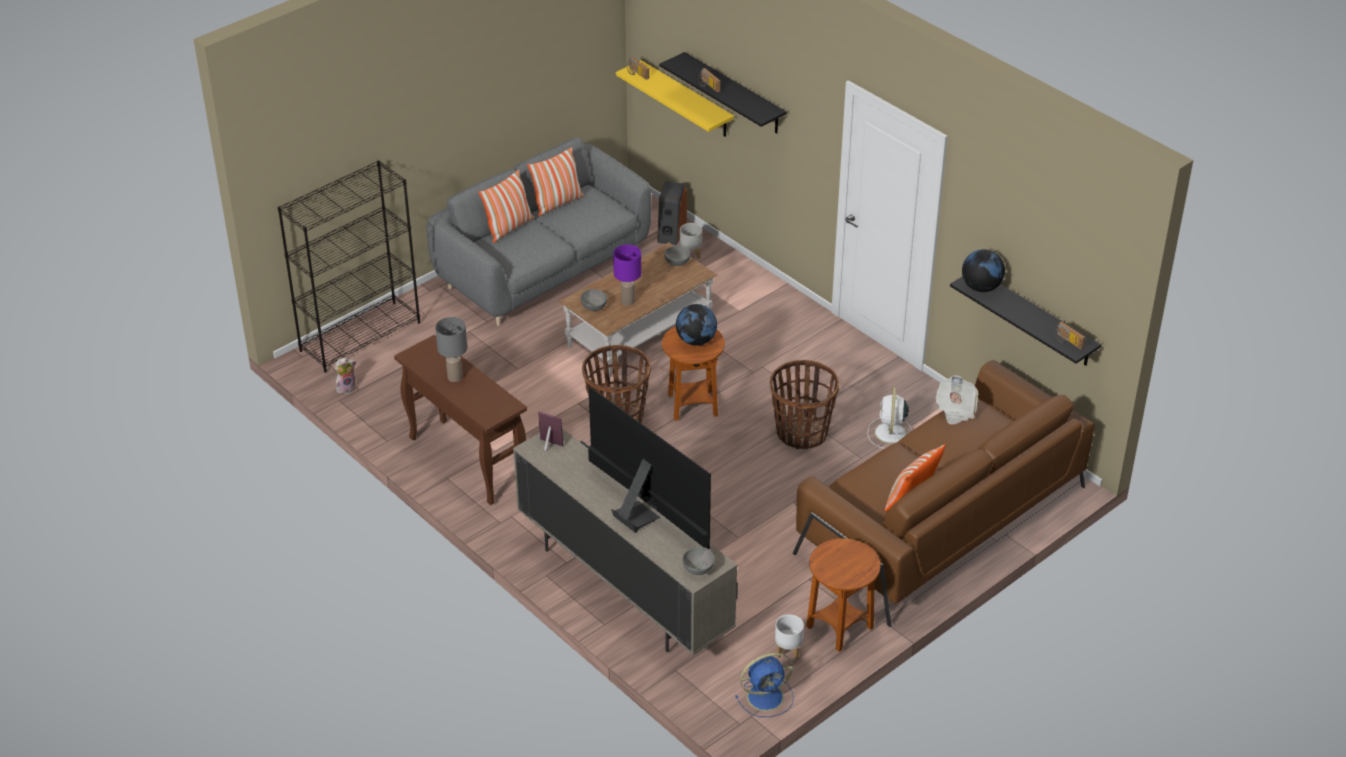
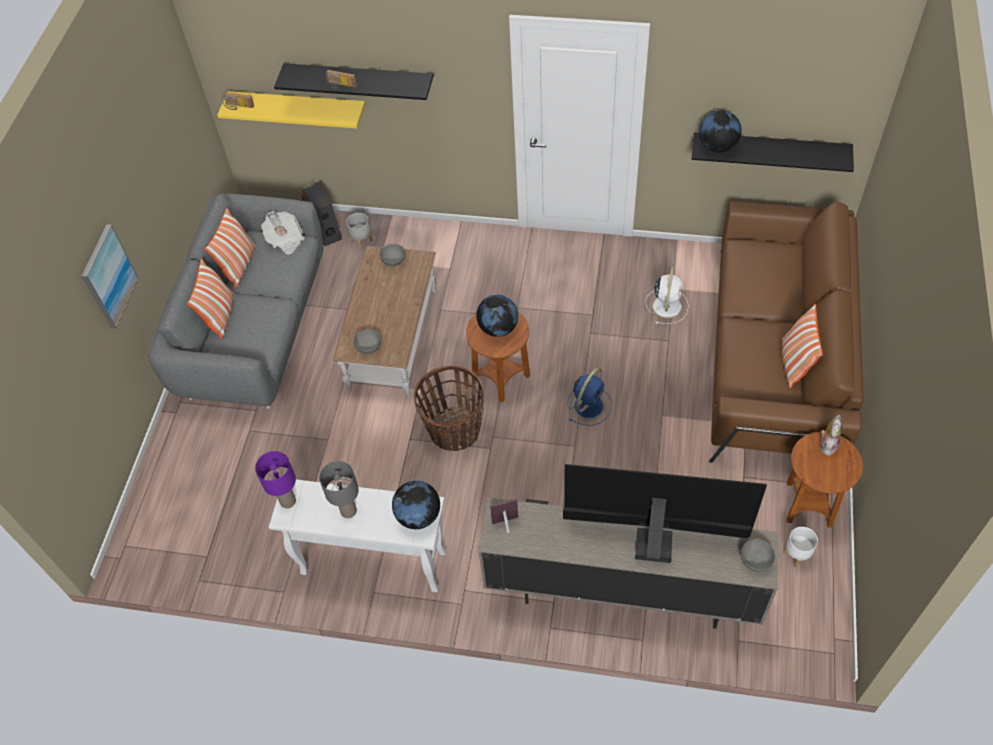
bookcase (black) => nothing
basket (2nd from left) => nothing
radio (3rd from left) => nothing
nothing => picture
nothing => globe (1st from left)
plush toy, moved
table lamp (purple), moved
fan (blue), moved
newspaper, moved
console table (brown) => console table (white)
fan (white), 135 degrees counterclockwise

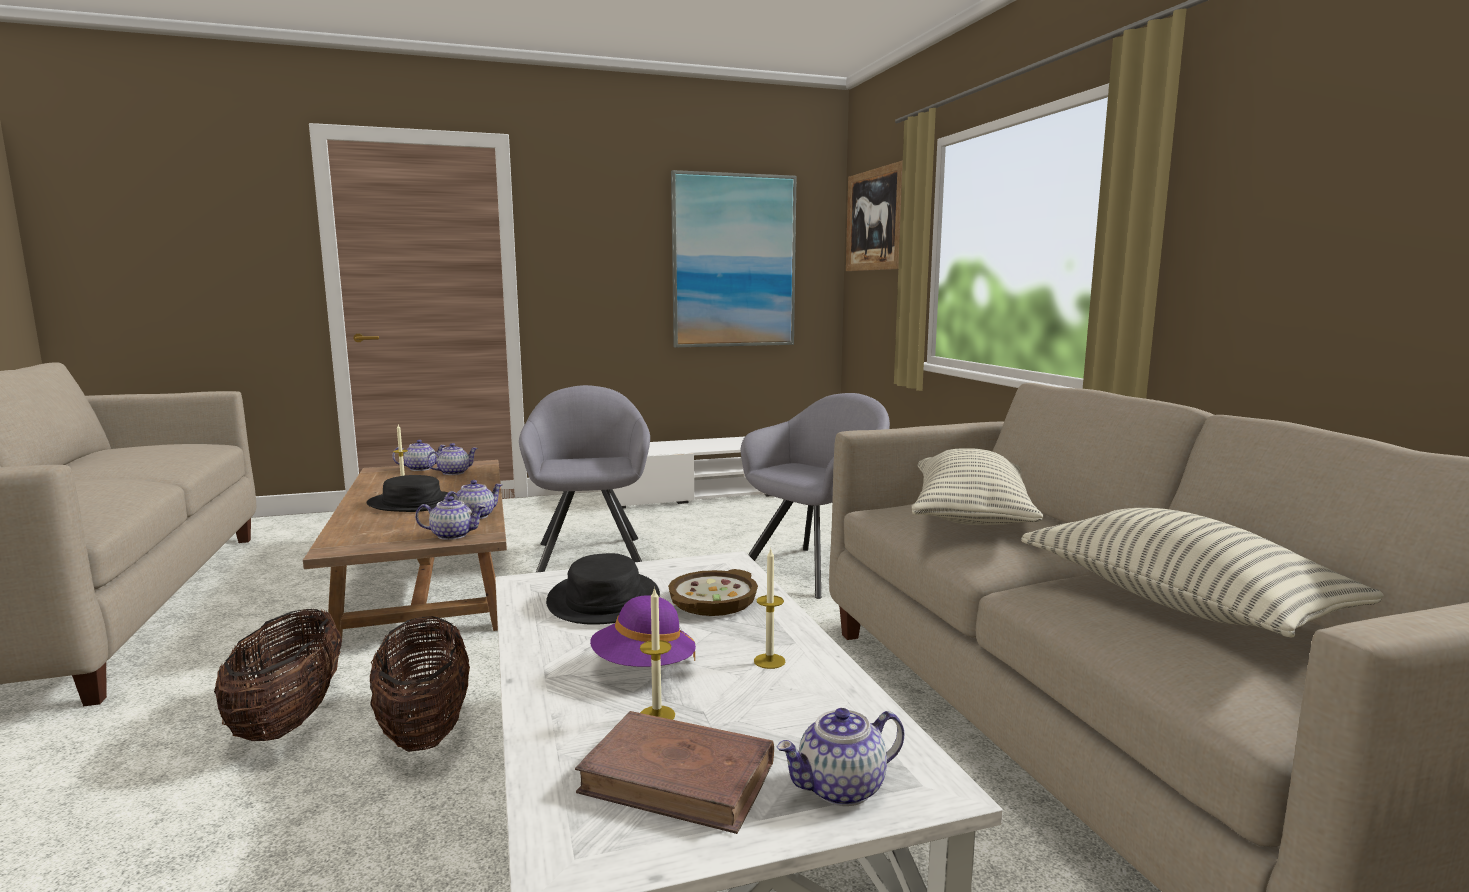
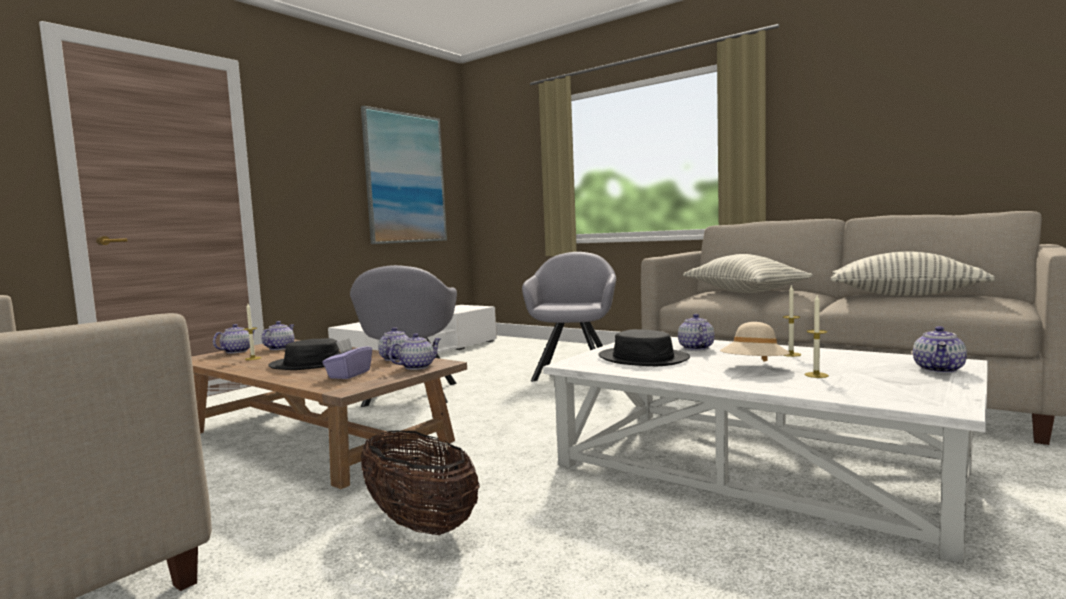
basket (2nd from left) => nothing
book (brown) => nothing
picture (2nd from left) => nothing
nothing => tissue box (purple)
bowl => teapot (5th from left)
hat (purple) => hat (beige)
armchair (grey) (1st from left), 135 degrees counterclockwise

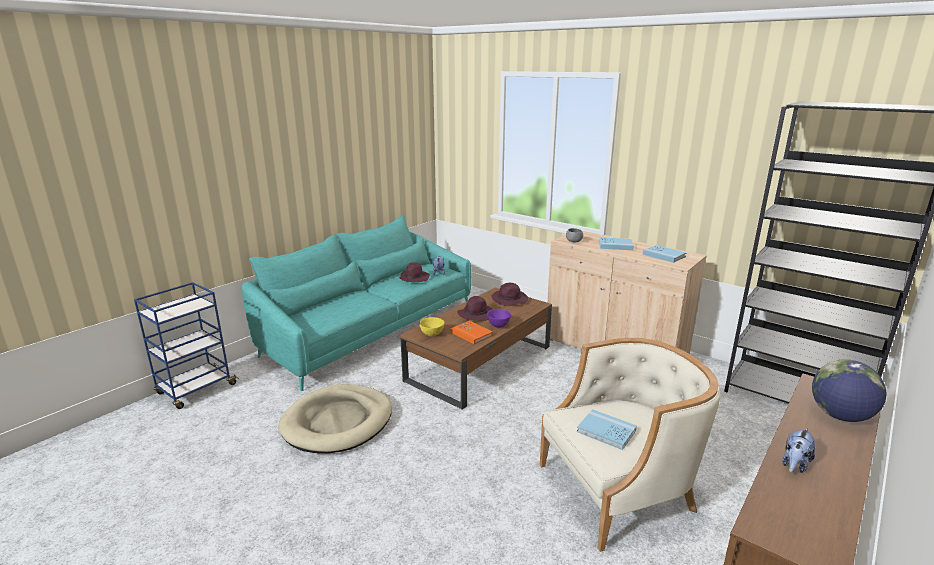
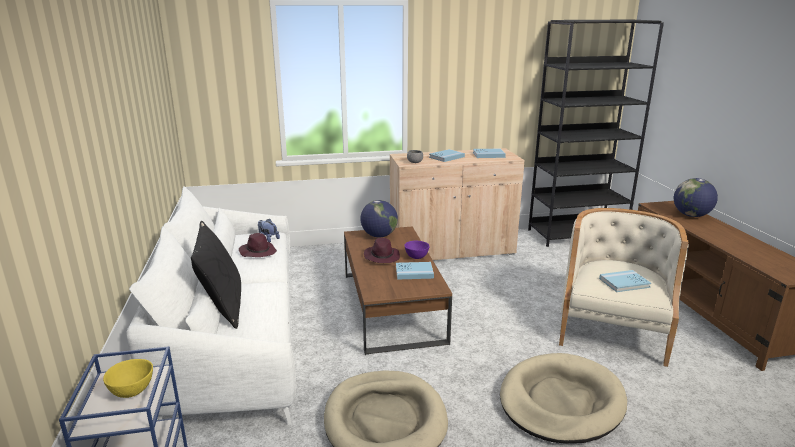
plush toy (2nd from left) => nothing
nothing => pillow (black)
nothing => dog bed (beige) (2nd from left)
bowl (yellow), moved
hat (purple) (3rd from left) => globe (1st from left)
sofa (turquoise) => sofa (white)
book (orange) => book (blue) (1st from left)

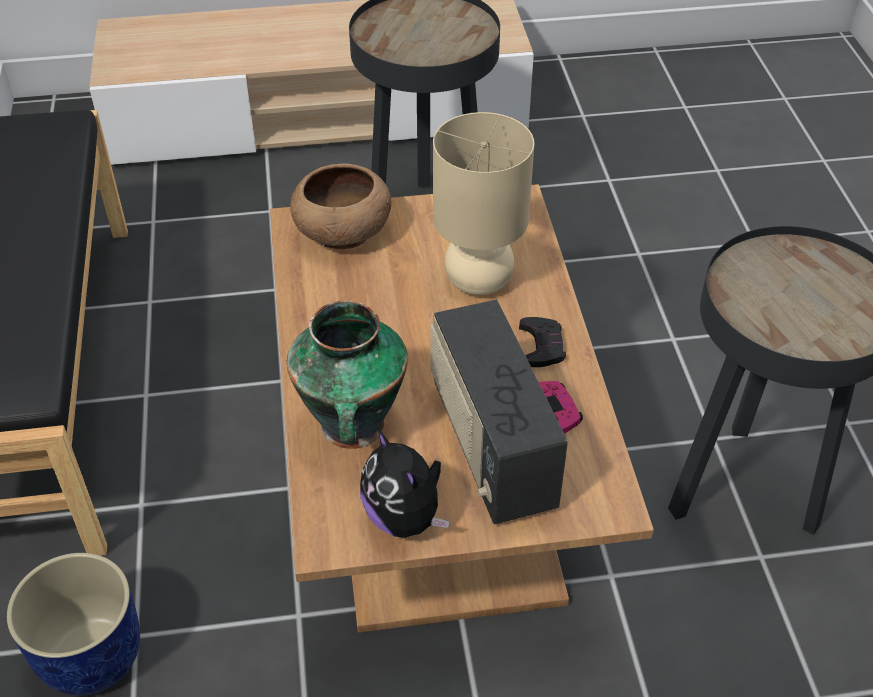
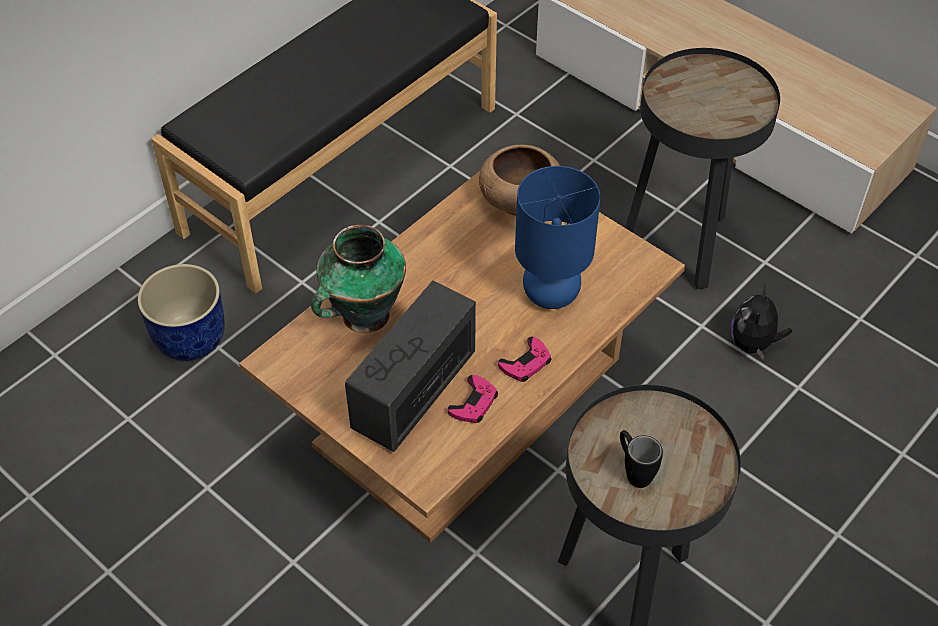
nothing => mug (black)
plush toy, moved
table lamp (beige) => table lamp (blue)
game controller (black) => game controller (pink) (2nd from left)

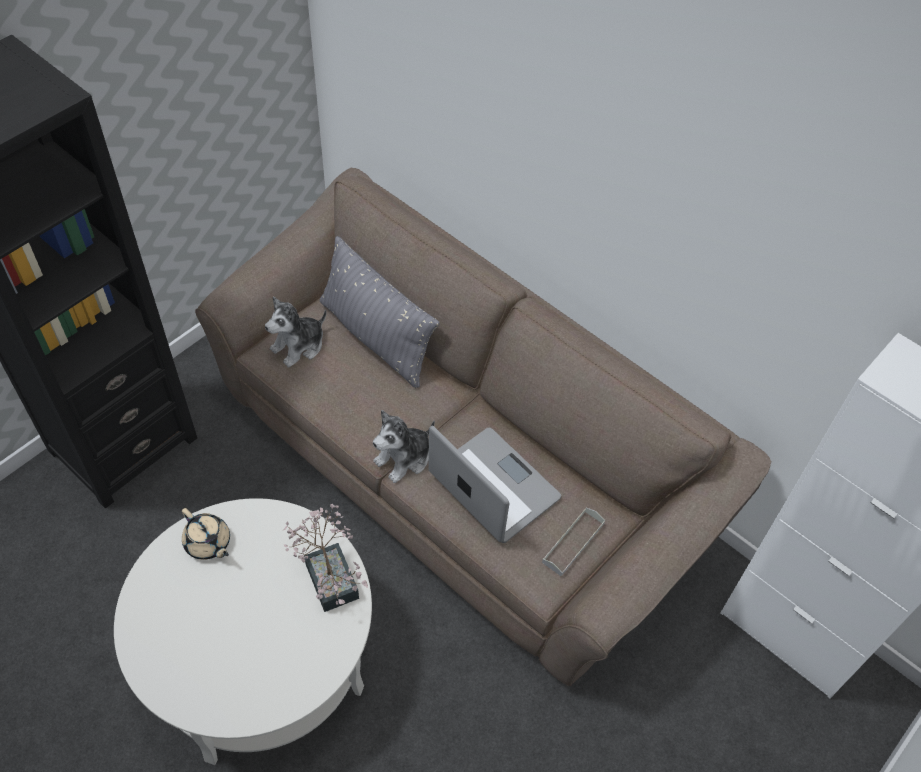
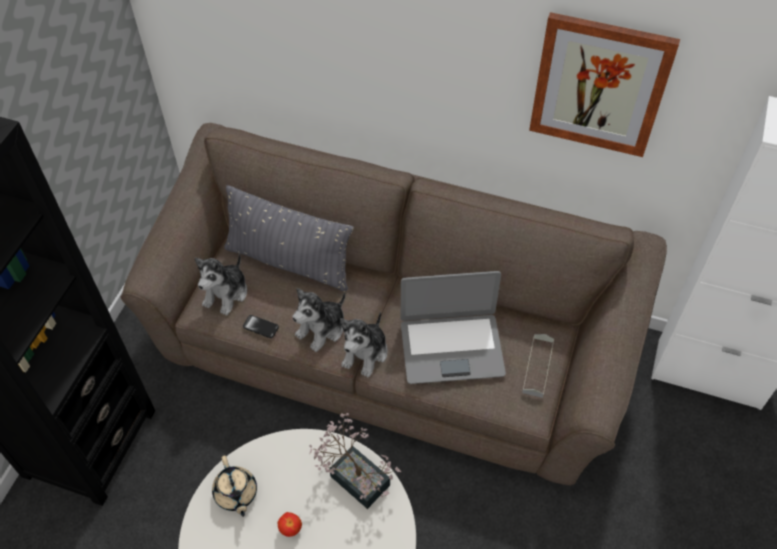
nothing => phone
nothing => apple
nothing => plush toy (2nd from left)
nothing => picture
teapot (beige), 45 degrees clockwise
laptop, 150 degrees clockwise

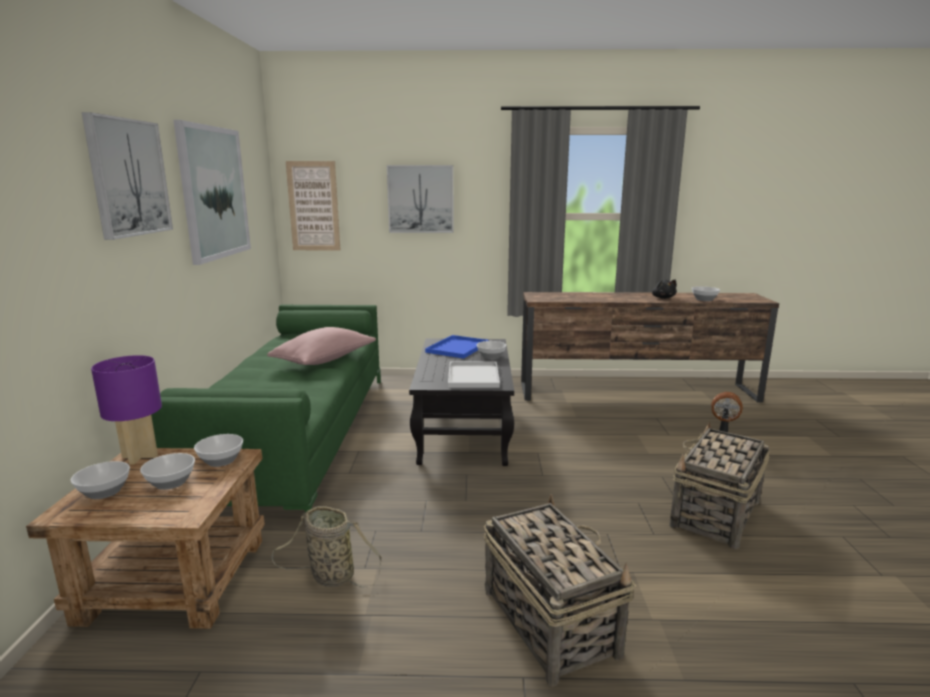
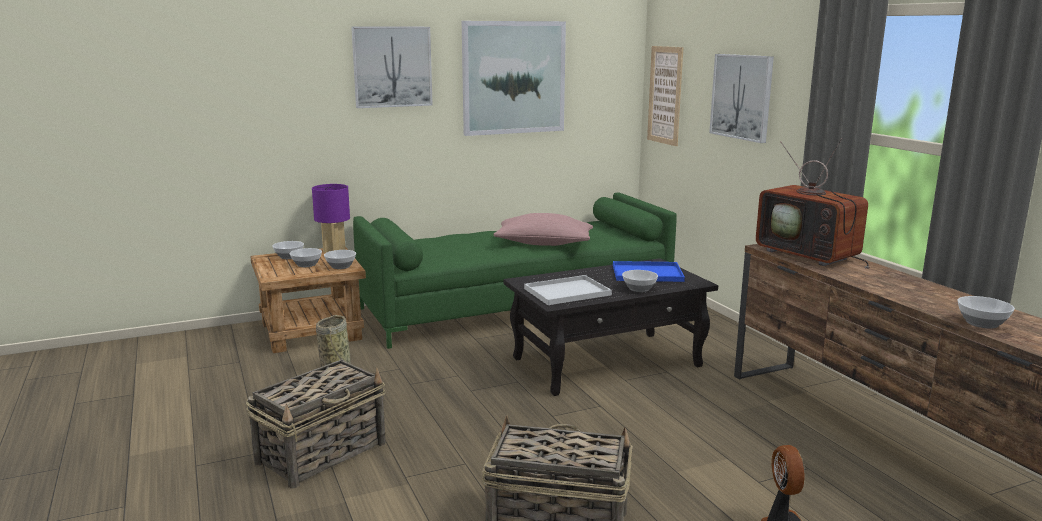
plush toy (black) => nothing
nothing => television

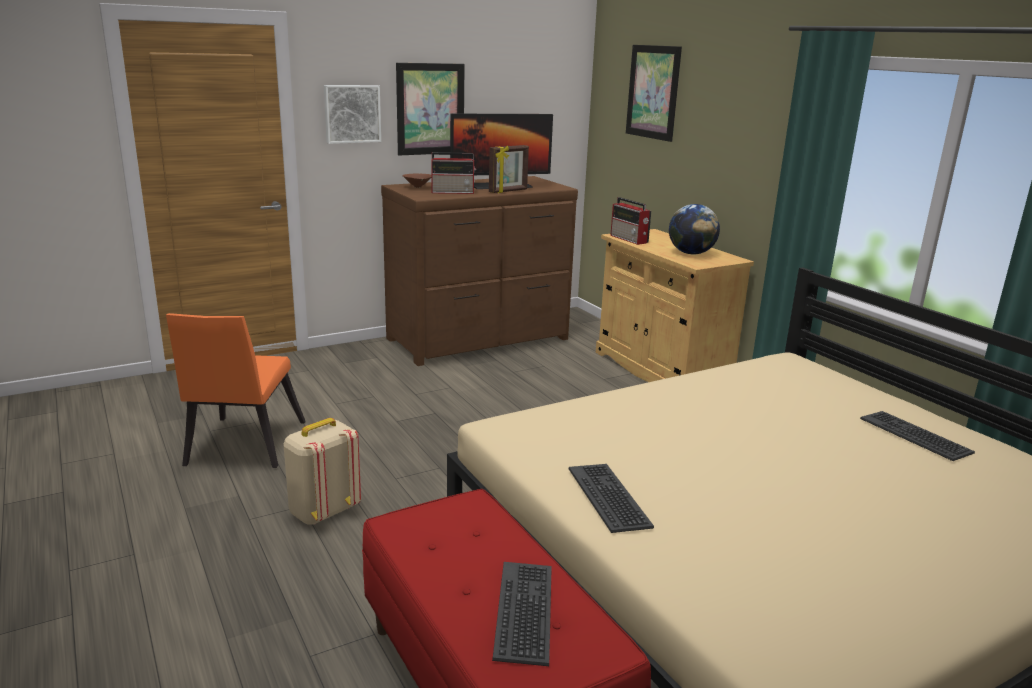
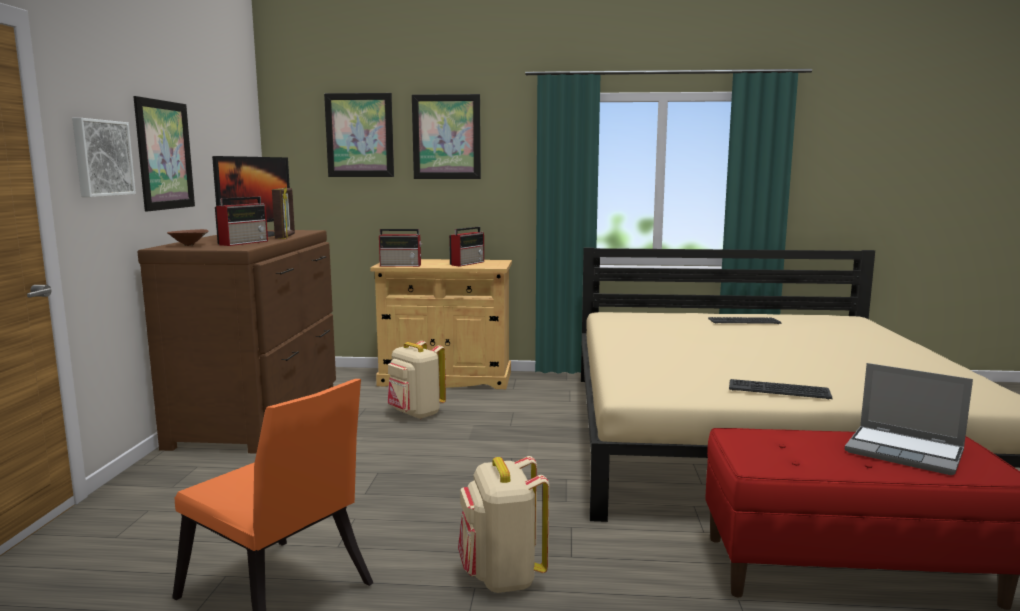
nothing => backpack (beige) (1st from left)
nothing => picture (4th from left)
keyboard (1st from left) => laptop
globe => radio (3rd from left)

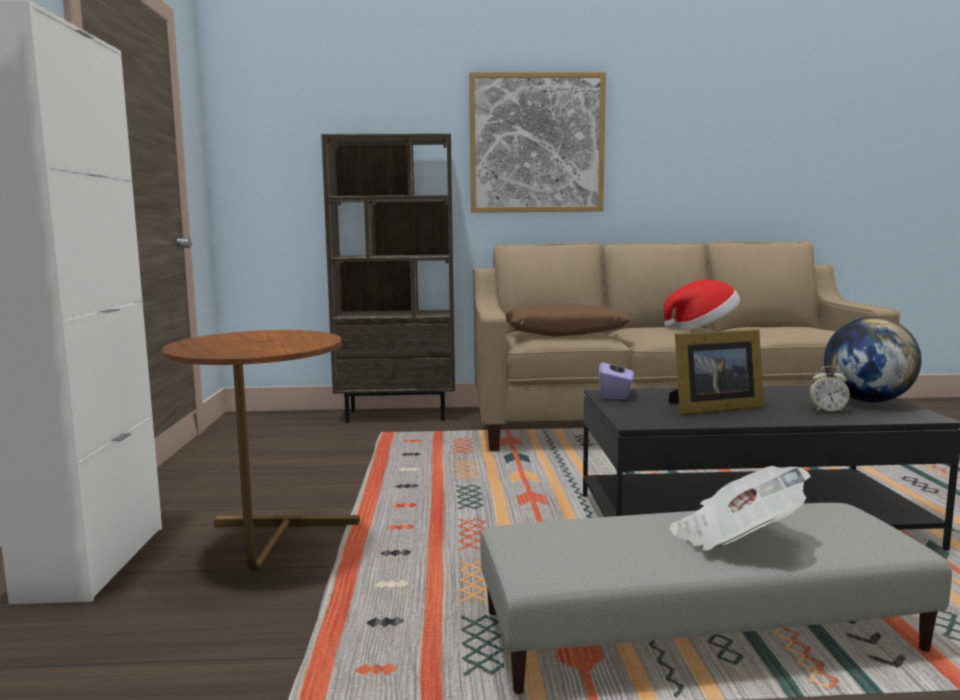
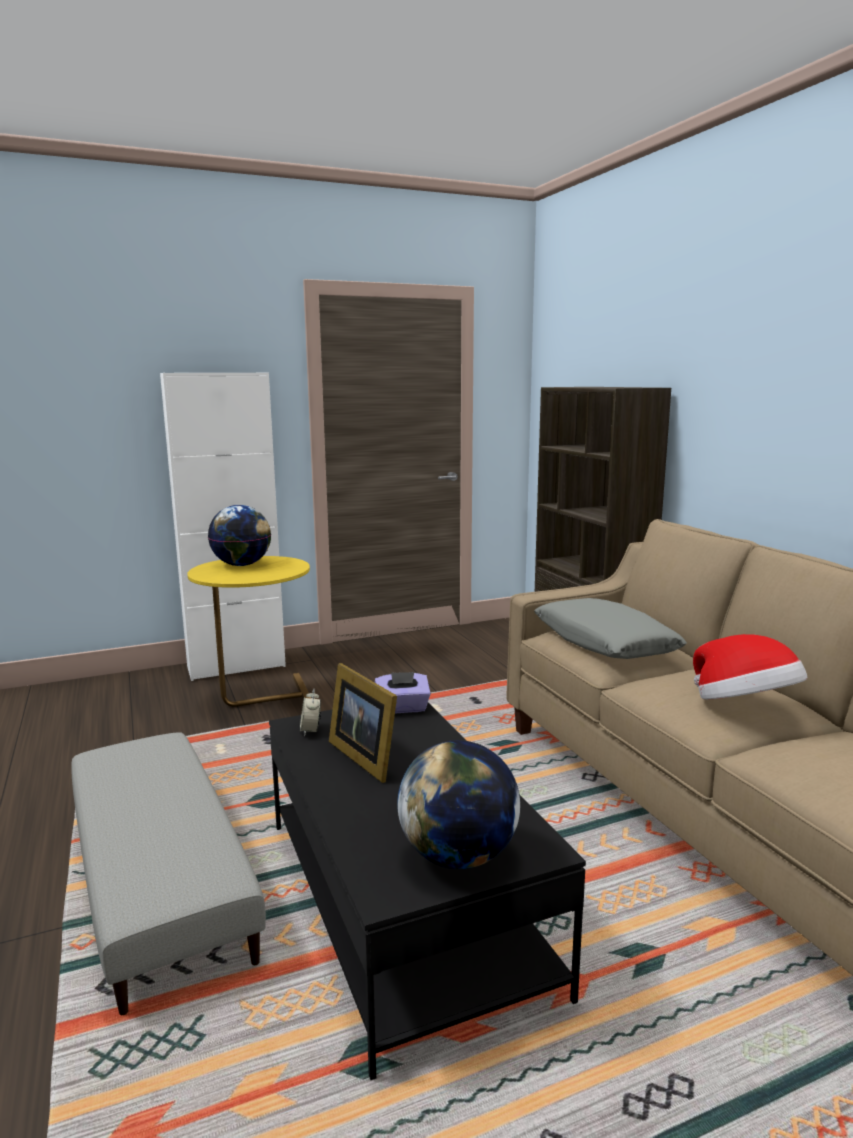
picture => nothing
newspaper => nothing
nothing => globe (1st from left)
alarm clock, moved
side table (brown) => side table (yellow)
pillow (brown) => pillow (grey)

